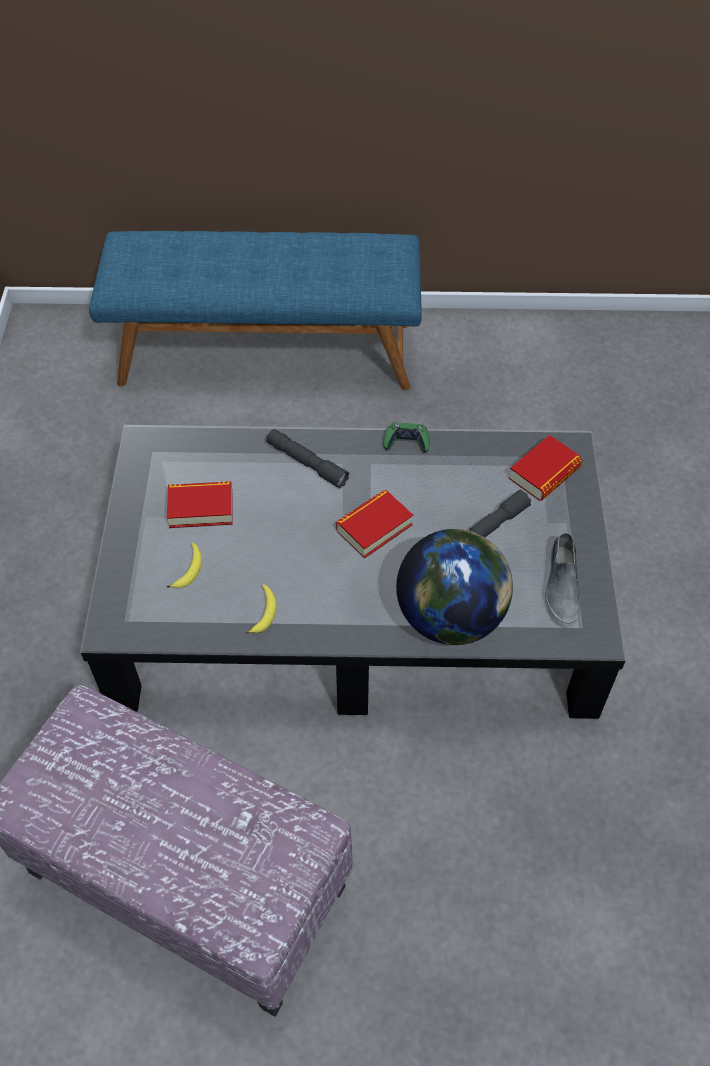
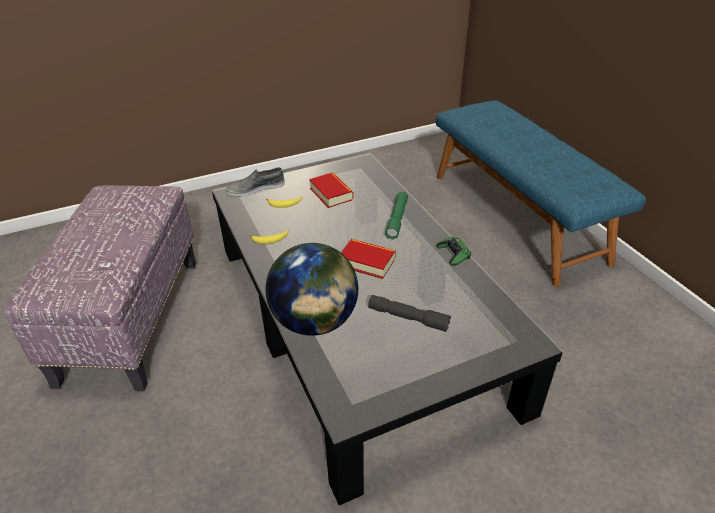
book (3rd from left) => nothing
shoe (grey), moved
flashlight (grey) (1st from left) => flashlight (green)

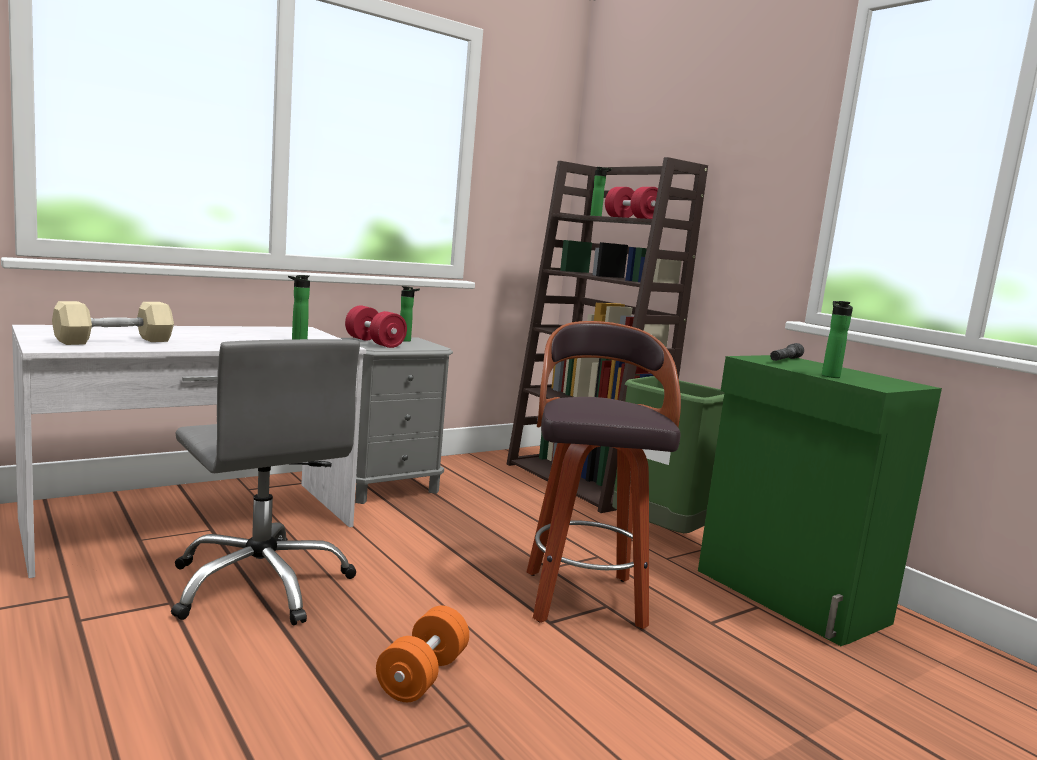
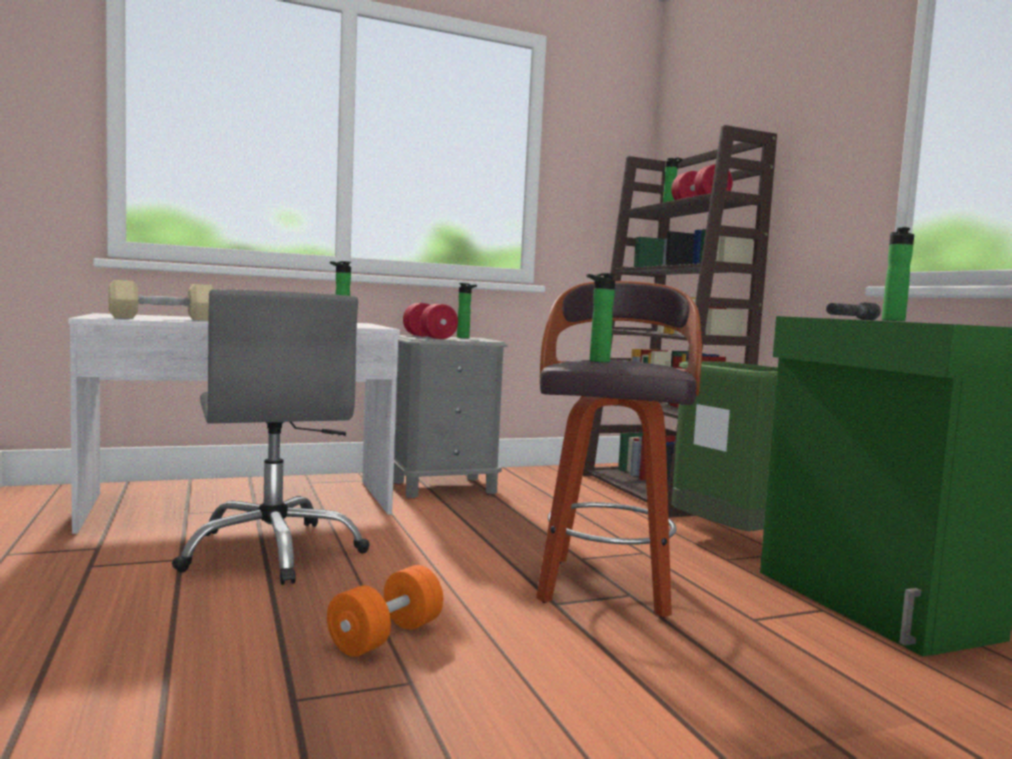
nothing => bottle (3rd from left)

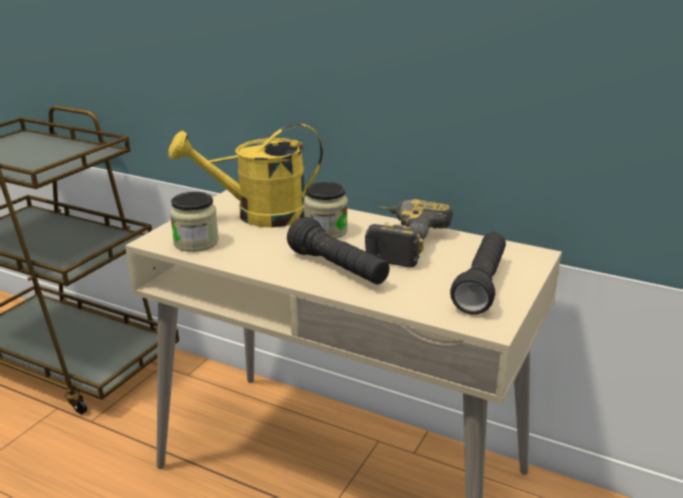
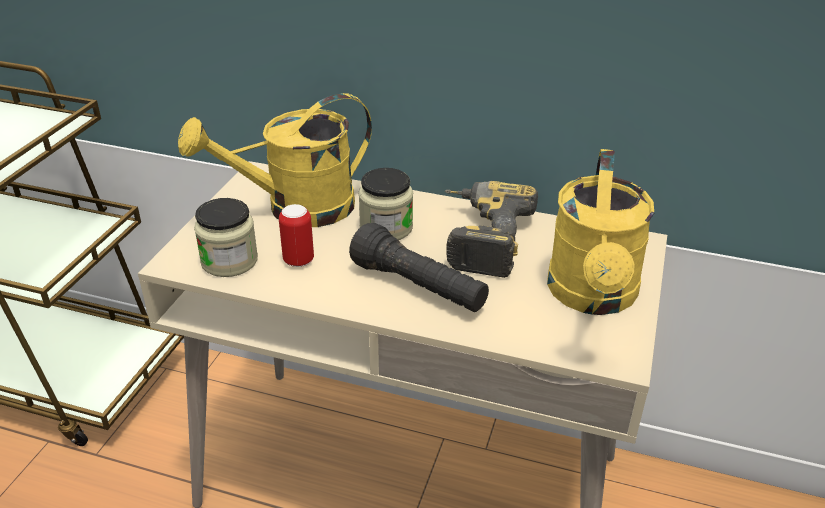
nothing => can
flashlight (black) (2nd from left) => watering can (yellow) (2nd from left)

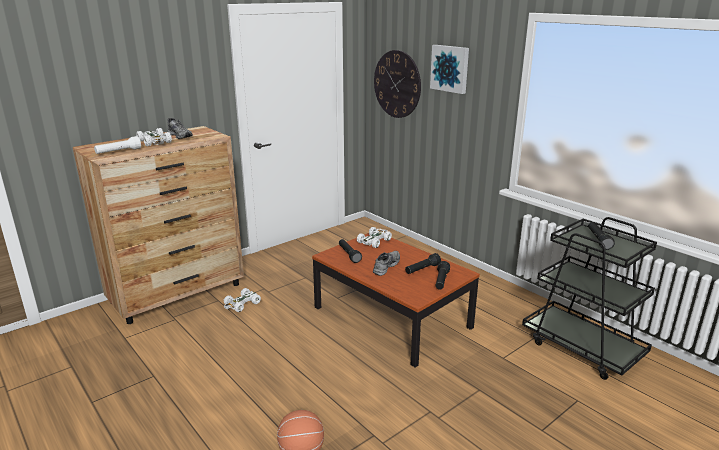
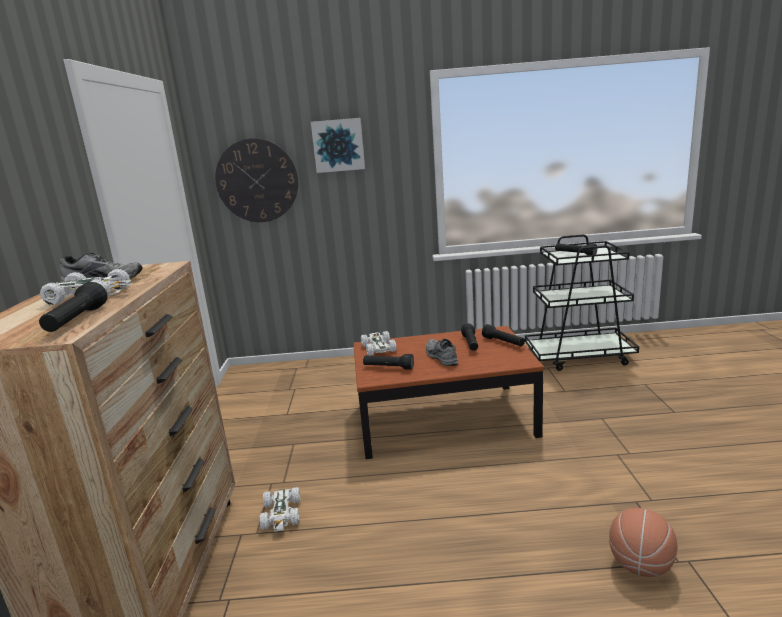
flashlight (white) => flashlight (black) (1st from left)

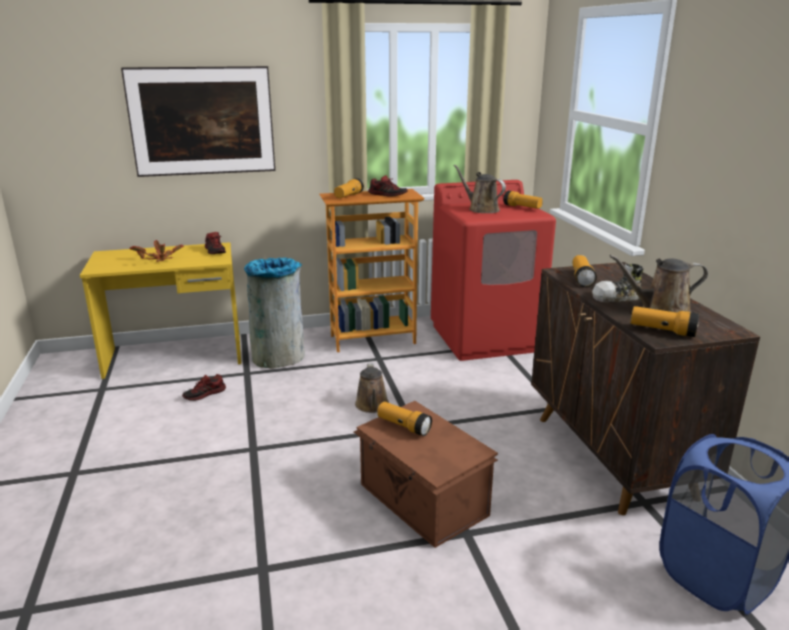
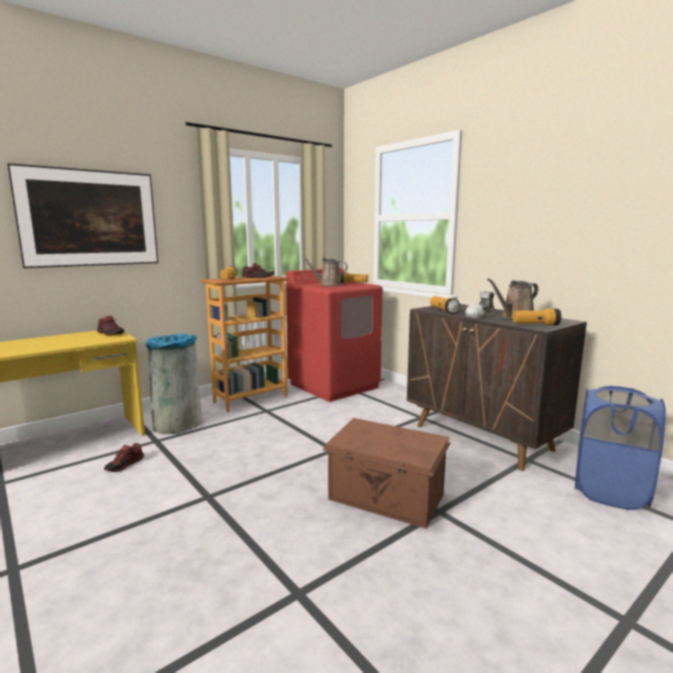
potted plant => nothing
watering can (brown) (1st from left) => nothing
flashlight (2nd from left) => nothing

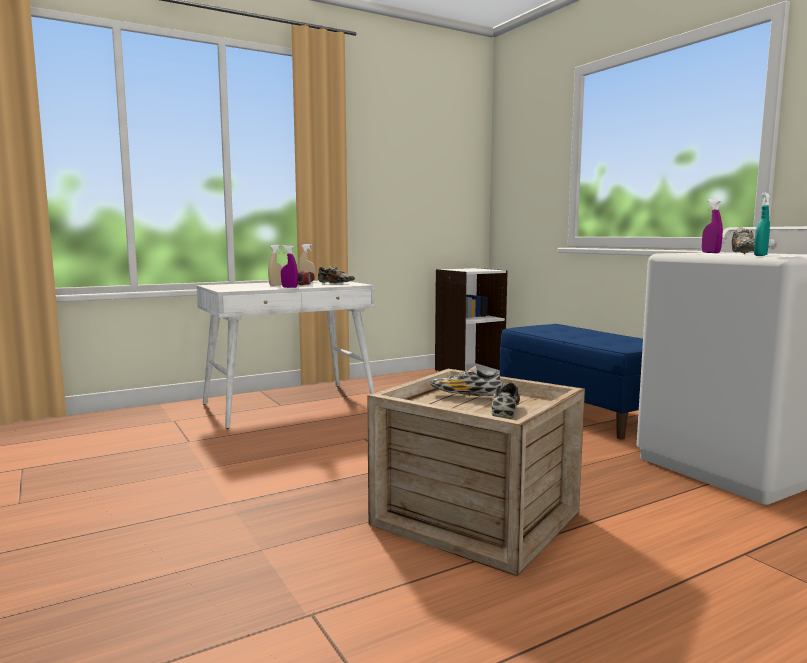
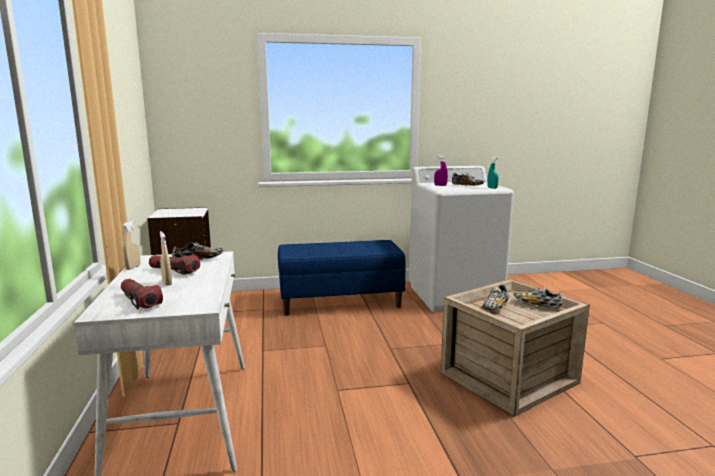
spray bottle (purple) (1st from left) => nothing
nothing => flashlight (1st from left)

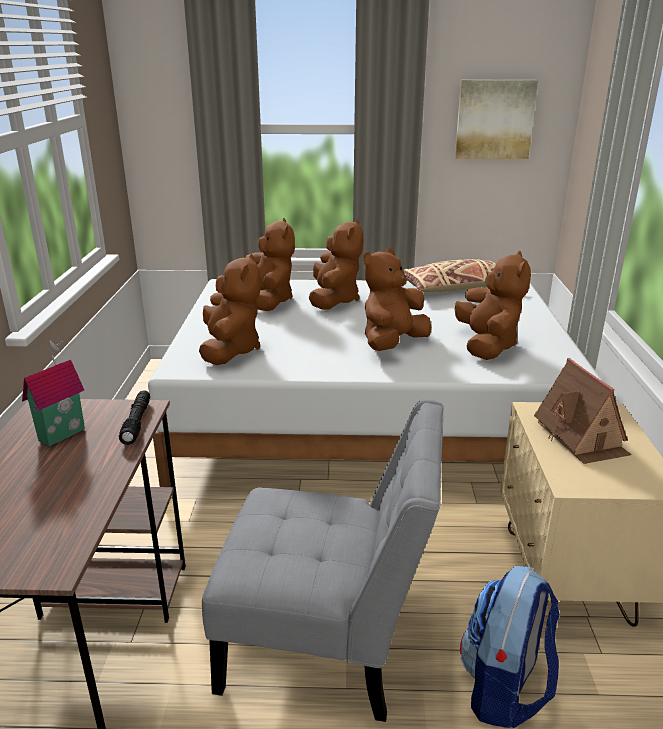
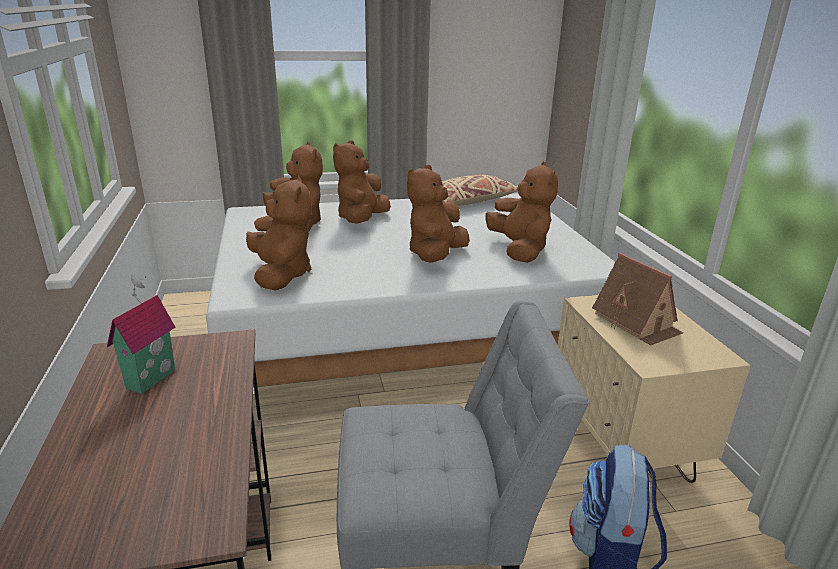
flashlight (black) => nothing
picture => nothing
plush toy (brown) (3rd from left), 150 degrees counterclockwise

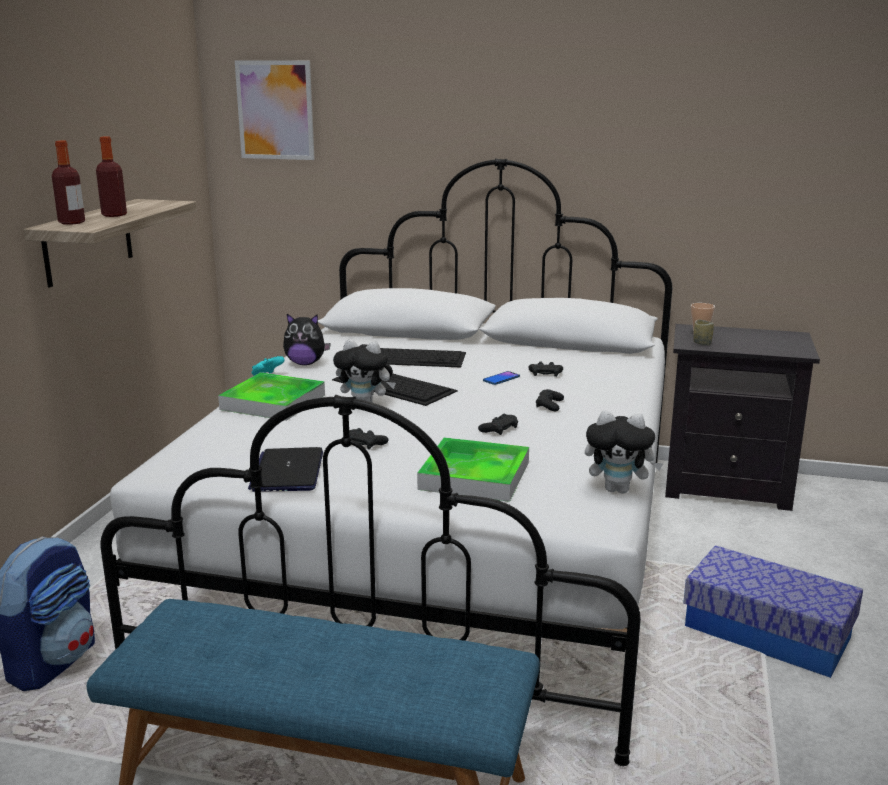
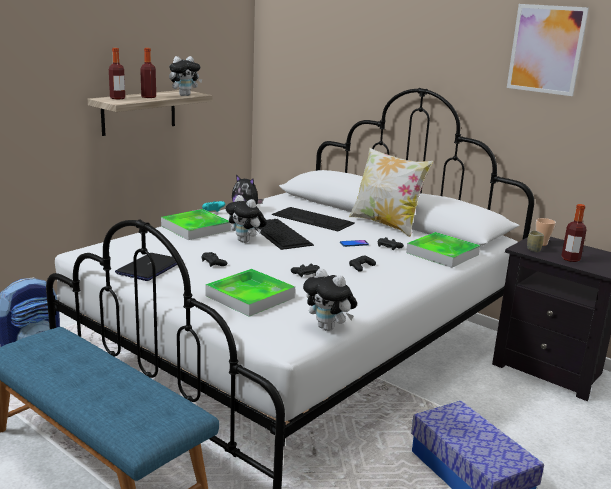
nothing => plush toy (1st from left)
nothing => pillow
nothing => tray (3rd from left)
nothing => bottle (3rd from left)
picture, moved

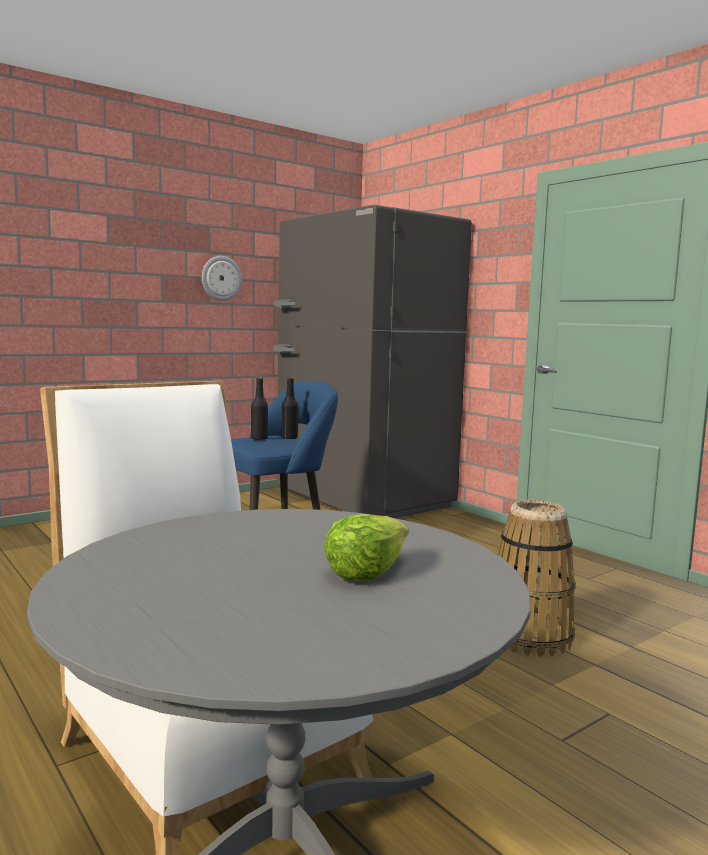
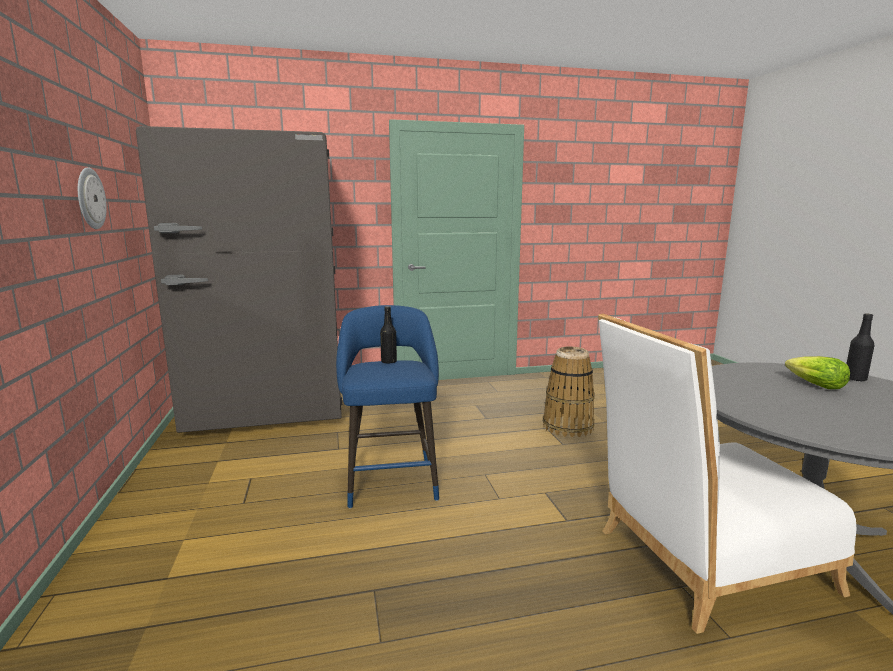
bottle (black) (1st from left in the first image) => bottle (black) (2nd from left), moved

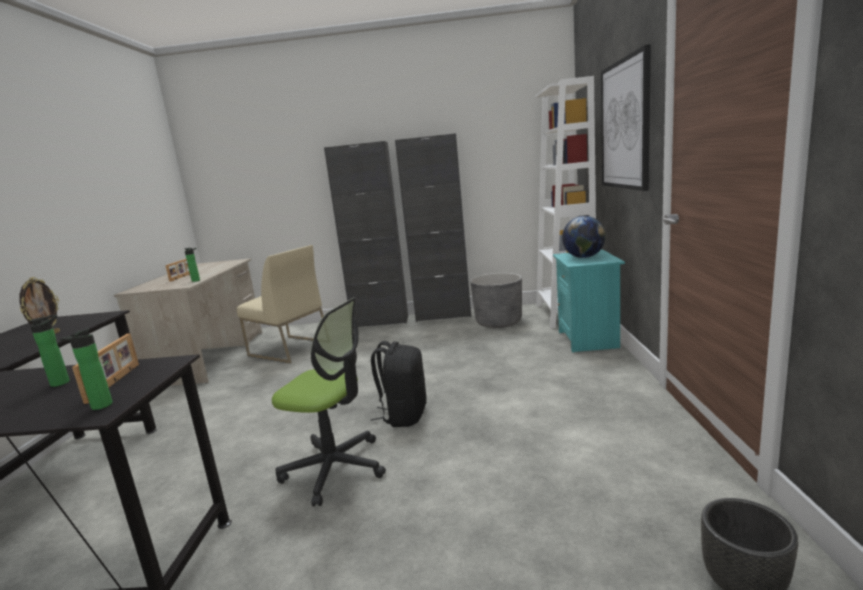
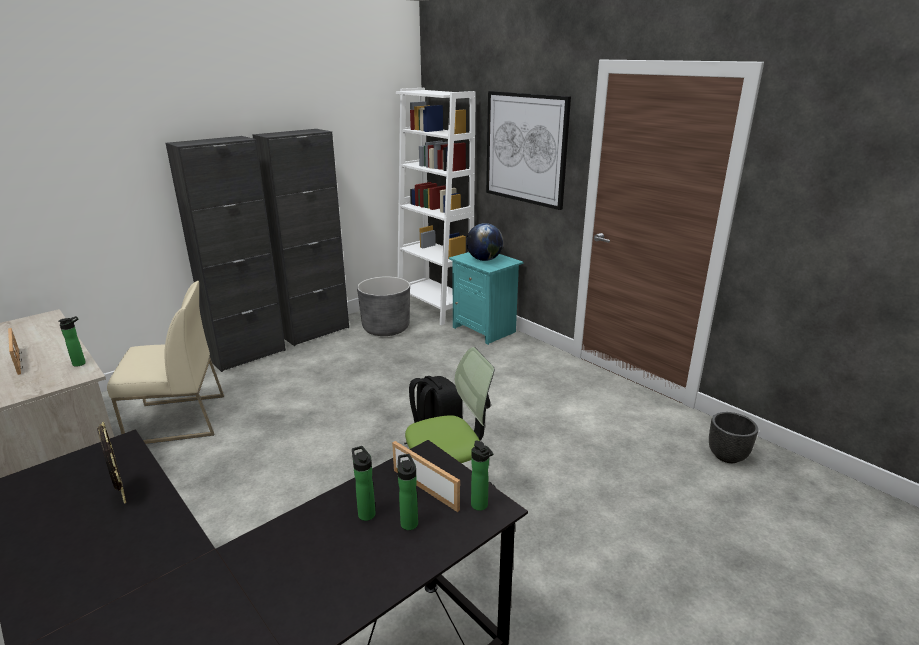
nothing => bottle (3rd from left)

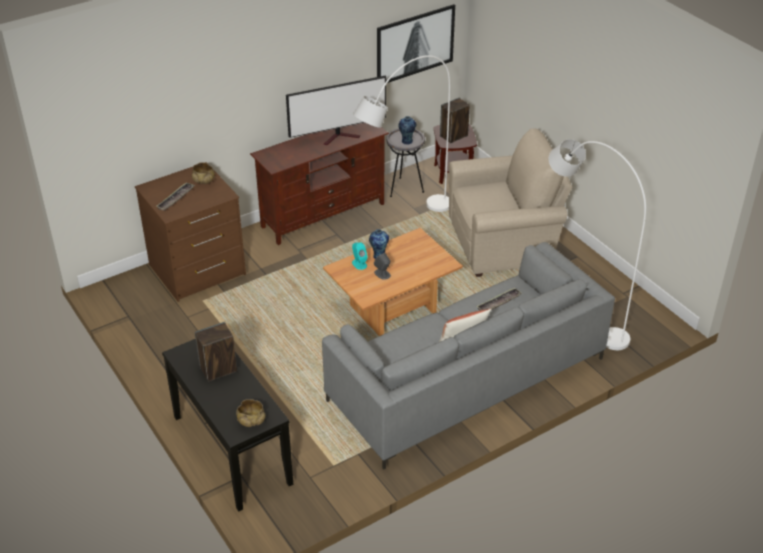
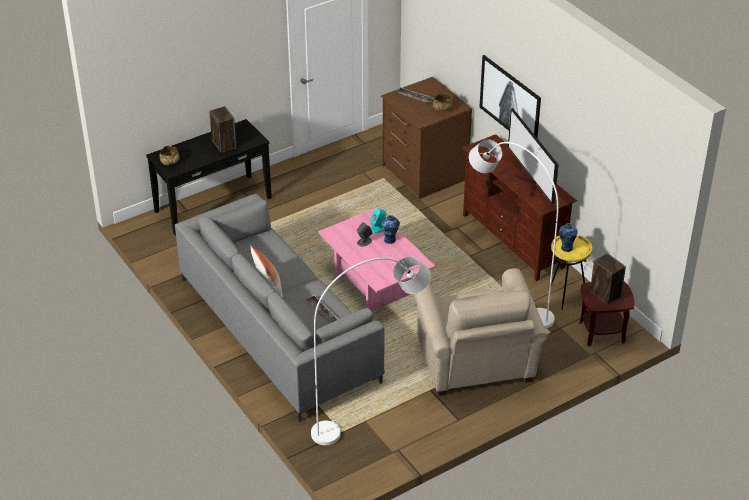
picture, moved
coffee table (brown) => coffee table (pink)
side table (grey) => side table (yellow)

